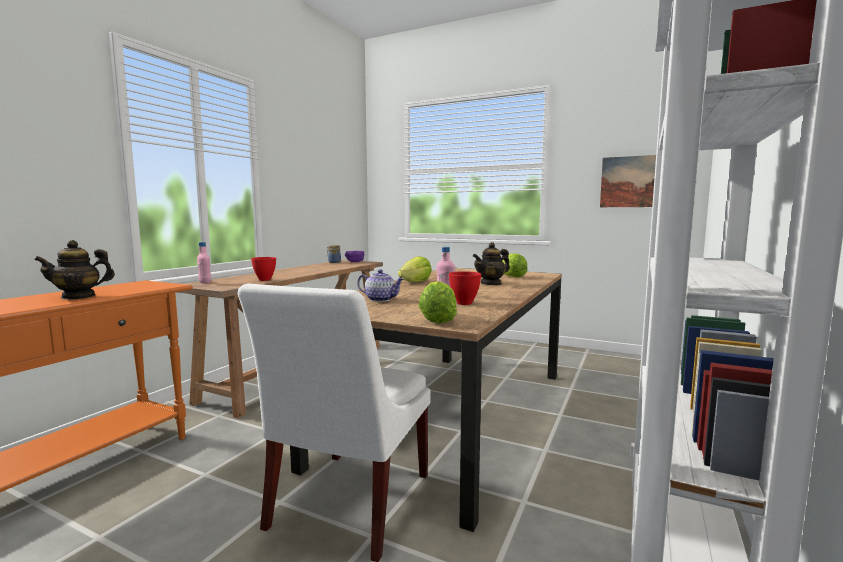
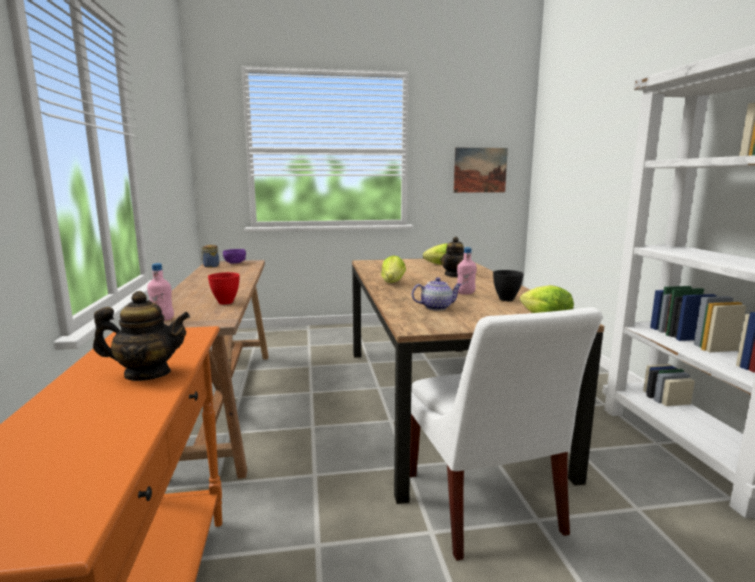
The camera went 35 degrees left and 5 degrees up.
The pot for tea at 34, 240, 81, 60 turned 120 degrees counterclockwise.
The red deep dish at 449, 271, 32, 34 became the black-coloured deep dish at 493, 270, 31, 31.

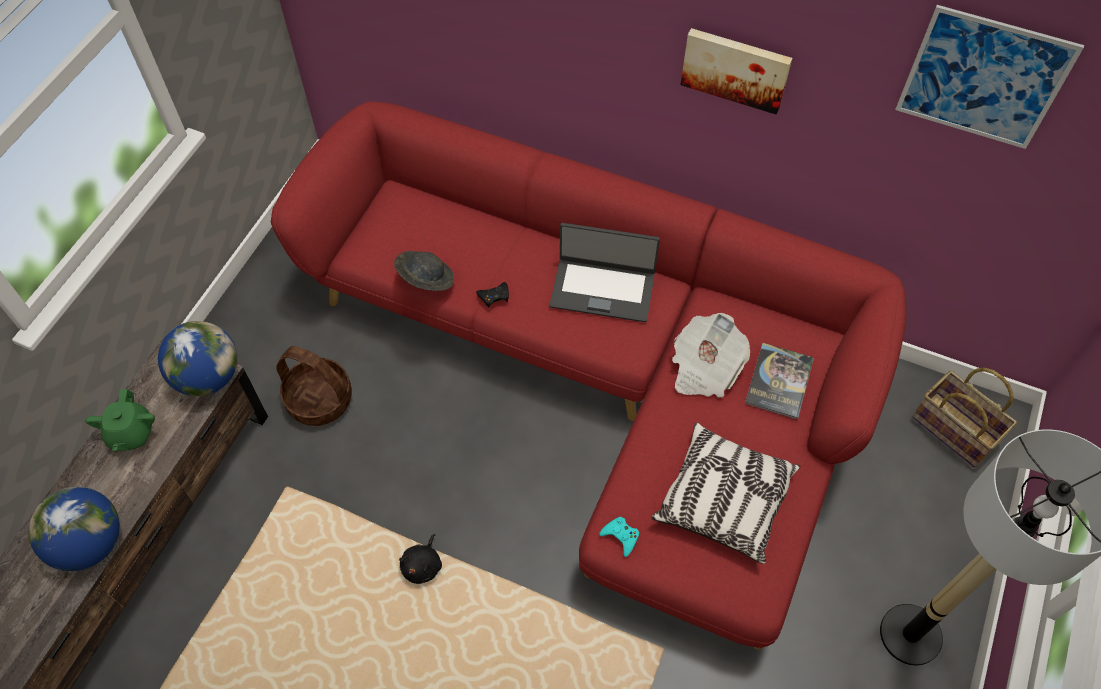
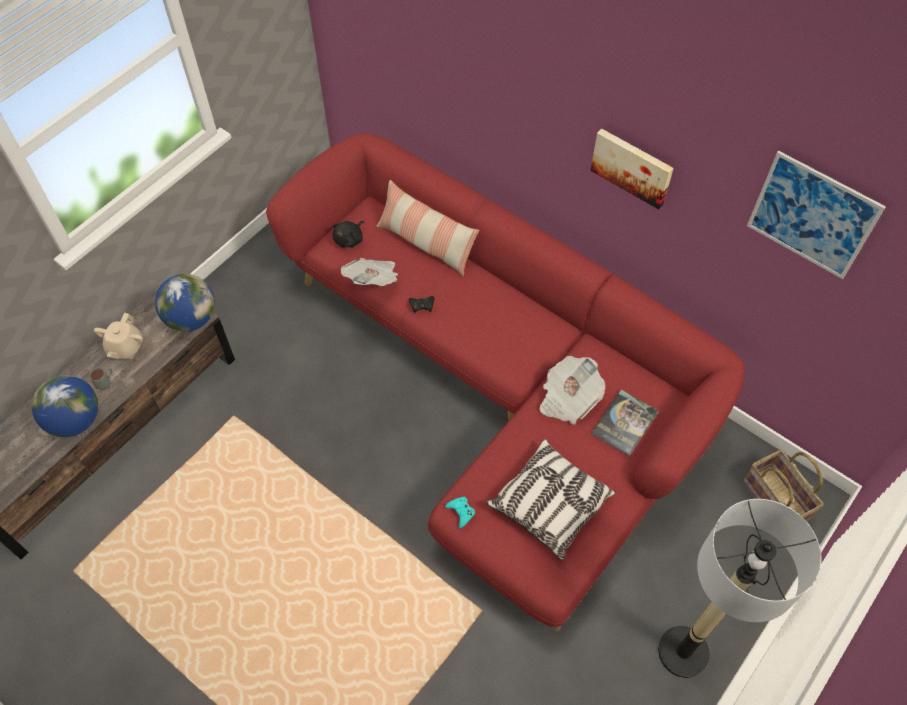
The camera went 15 degrees right and 0 degrees up.
The portable computer at 549, 223, 111, 99 disappeared.
The grey wearable hat at 394, 251, 60, 40 was replaced by the printed paper at 341, 258, 57, 28.
The household basket at 276, 346, 76, 80 disappeared.
The greenish pot for tea at 85, 389, 70, 62 became the sand-coloured pot for tea at 94, 313, 49, 46.
The black-coloured cuddly toy moved from 399, 534, 43, 50 to 333, 221, 31, 27.
The throw pillow at 377, 180, 102, 96 appeared.
The grey tea mug at 89, 368, 23, 22 appeared.

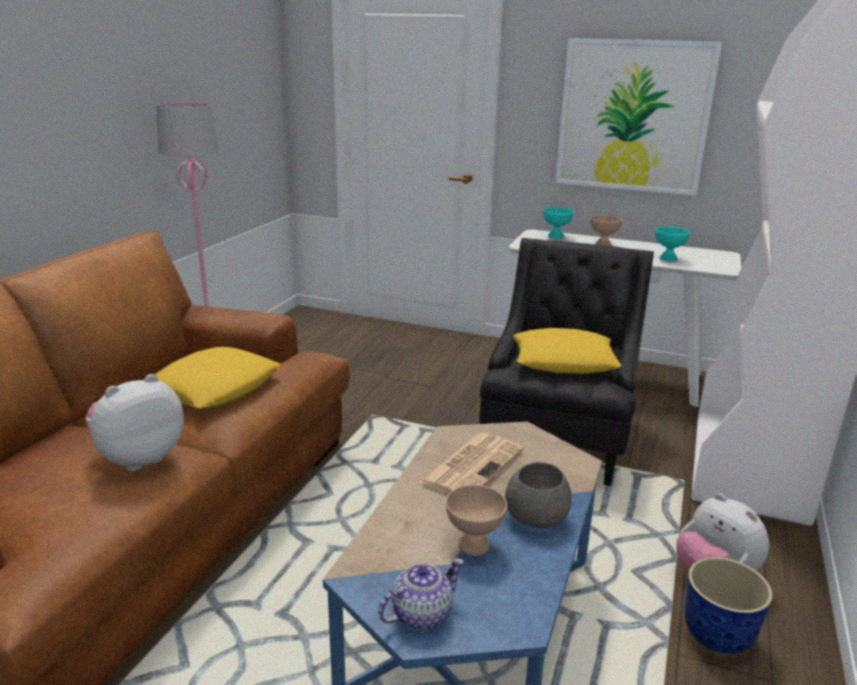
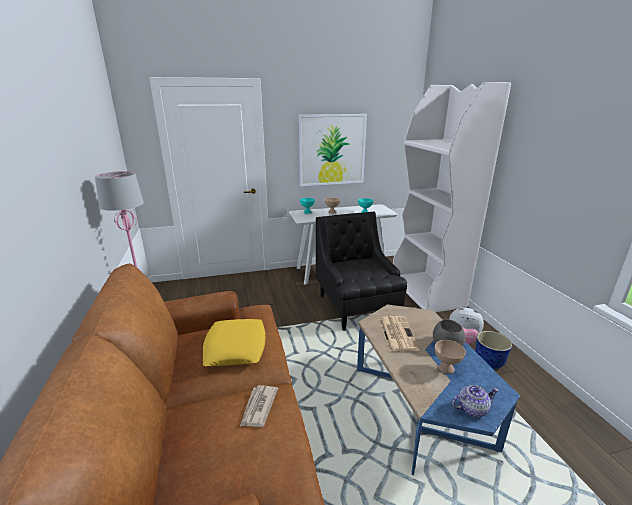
The camera went 35 degrees left and 0 degrees up.
The yellow-coloured throw pillow at 513, 328, 108, 46 disappeared.
The cuddly toy at 86, 374, 98, 97 was replaced by the printed paper at 240, 385, 38, 42.
The pot for tea at 378, 559, 86, 70 turned 60 degrees clockwise.

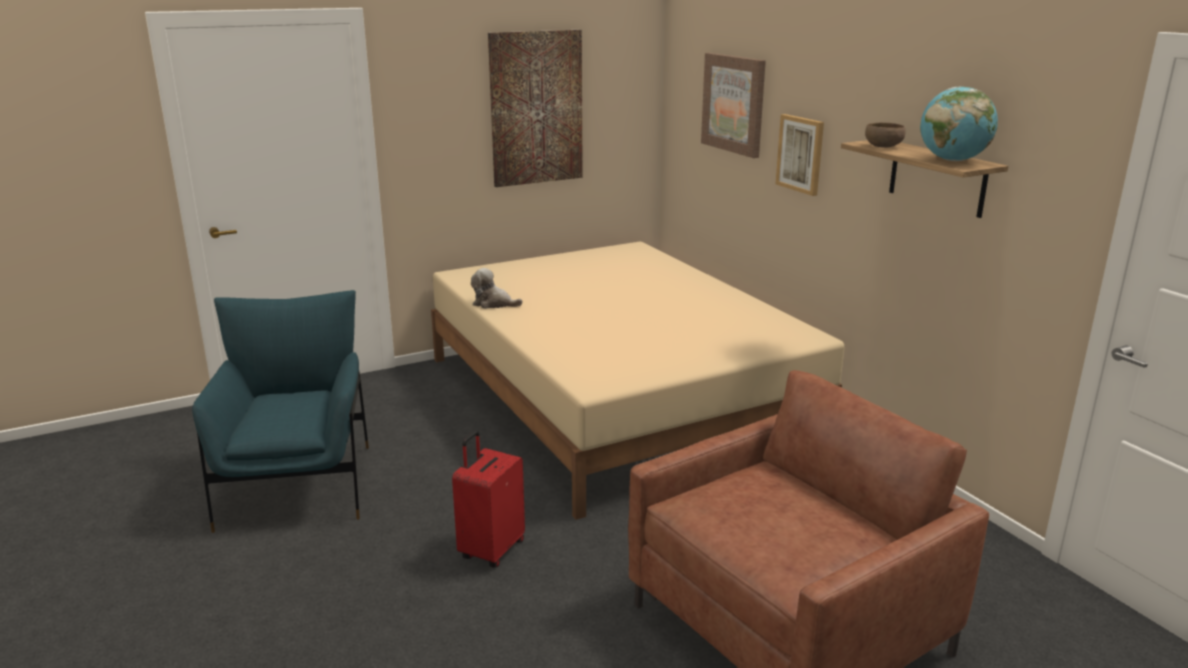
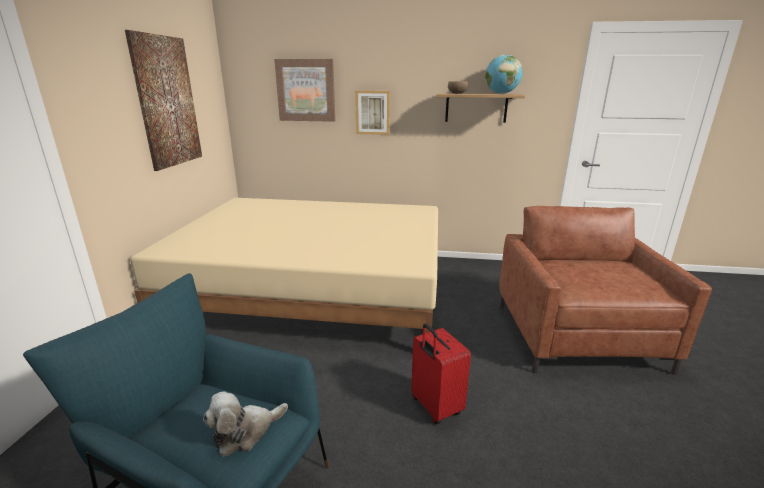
The camera went 55 degrees left and 0 degrees up.
The cuddly toy moved from 471, 268, 52, 41 to 203, 391, 85, 66.

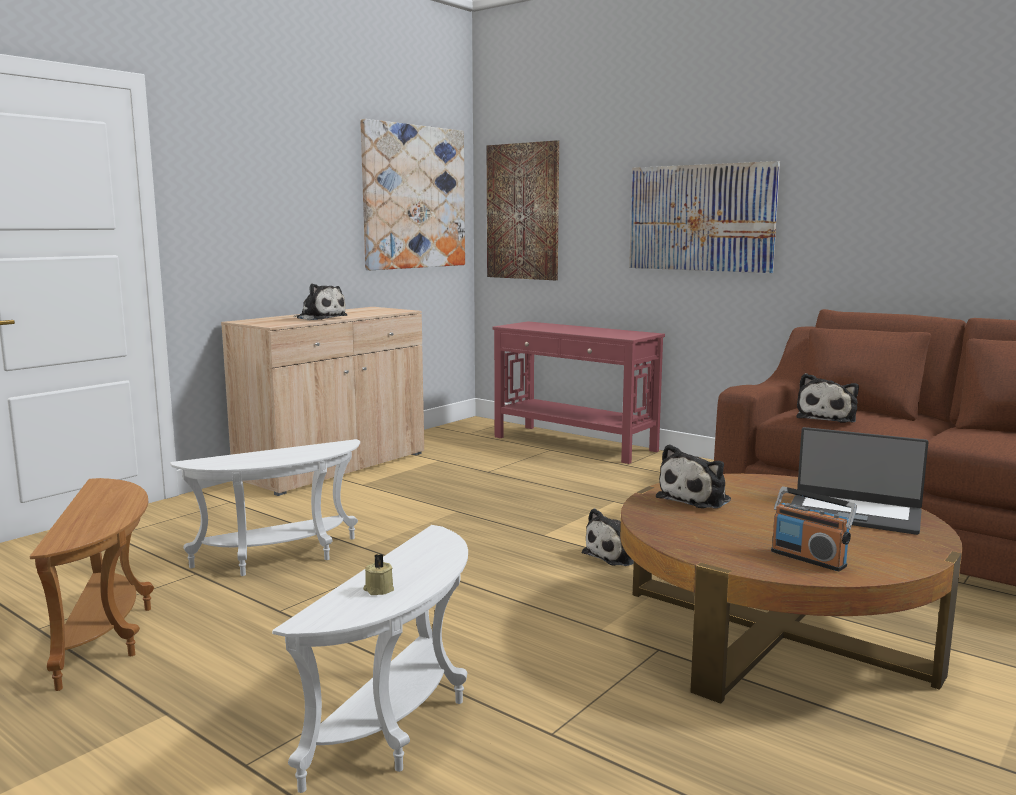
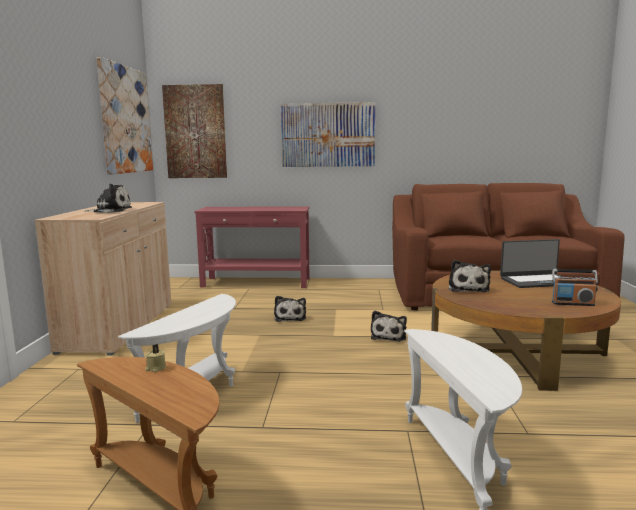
The camera went 35 degrees left and 0 degrees up.
The cuddly toy moved from 797, 373, 62, 50 to 274, 296, 32, 26.
The sand-coloured wax candle moved from 363, 554, 31, 41 to 145, 344, 22, 28.

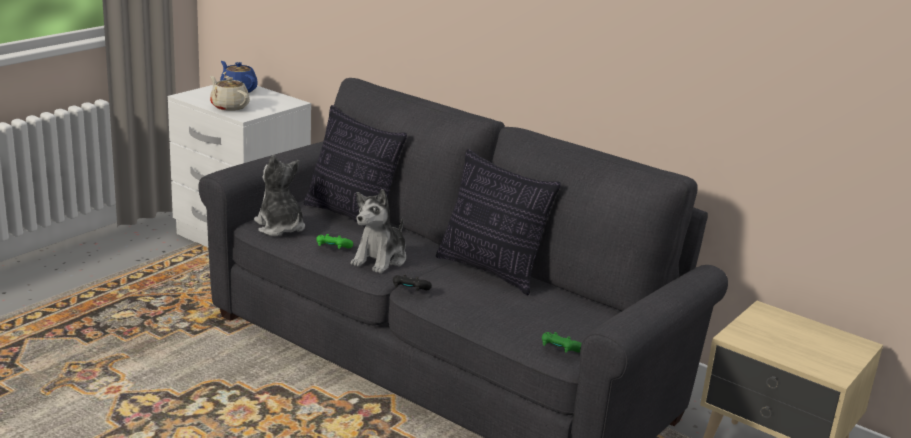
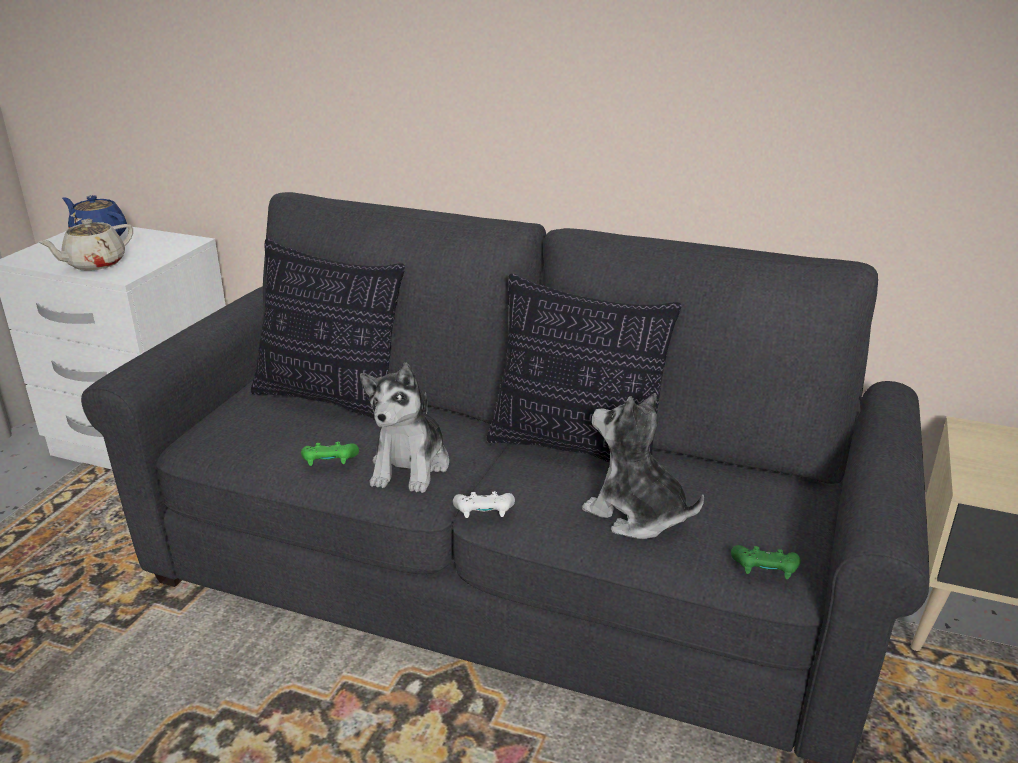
The camera went 15 degrees left and 5 degrees up.
The sand-coloured pot for tea at 210, 76, 40, 35 turned 75 degrees counterclockwise.
The cuddly toy moved from 254, 155, 51, 81 to 582, 393, 122, 146.
The black-coloured gamepad at 393, 274, 39, 17 became the white-coloured gamepad at 453, 491, 62, 27.

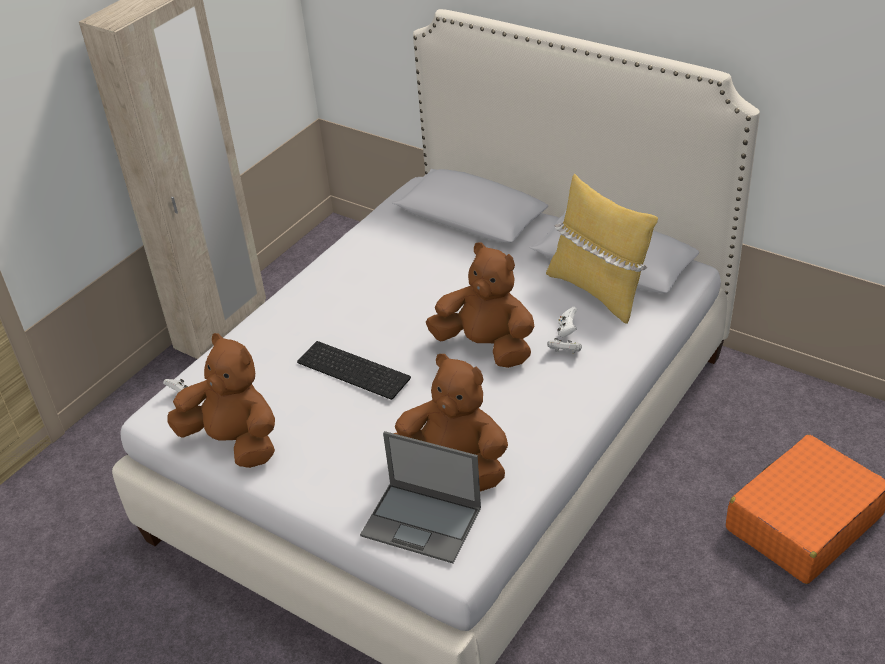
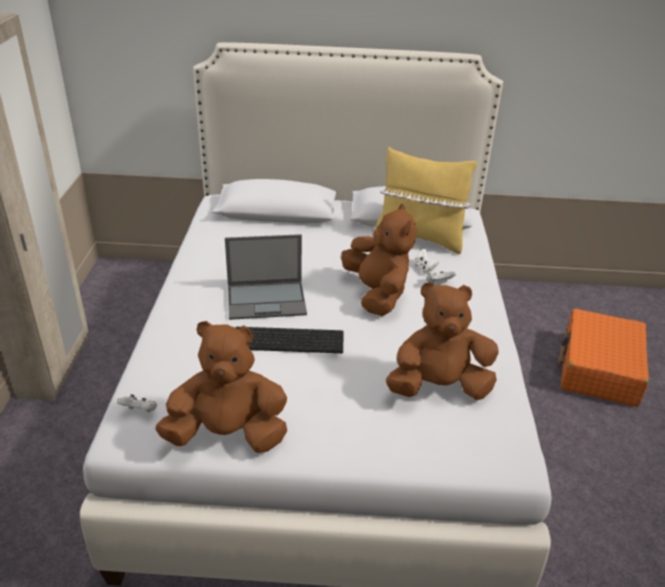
The camera went 35 degrees left and 5 degrees down.
The brownish cuddly toy at 426, 242, 109, 126 turned 75 degrees clockwise.
The portable computer moved from 360, 431, 121, 132 to 225, 234, 82, 86.

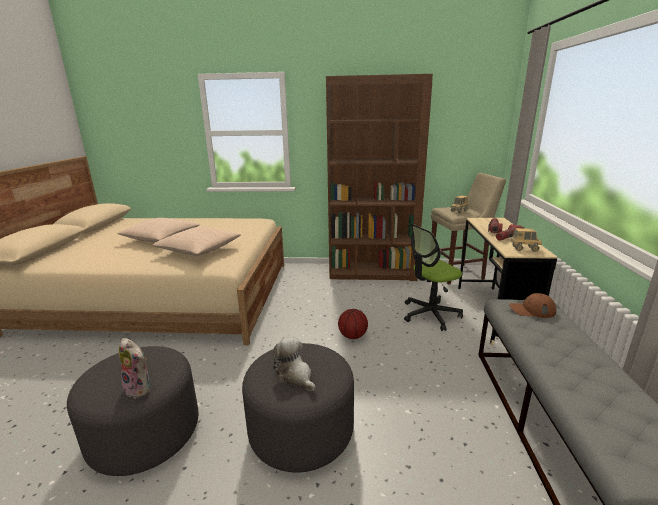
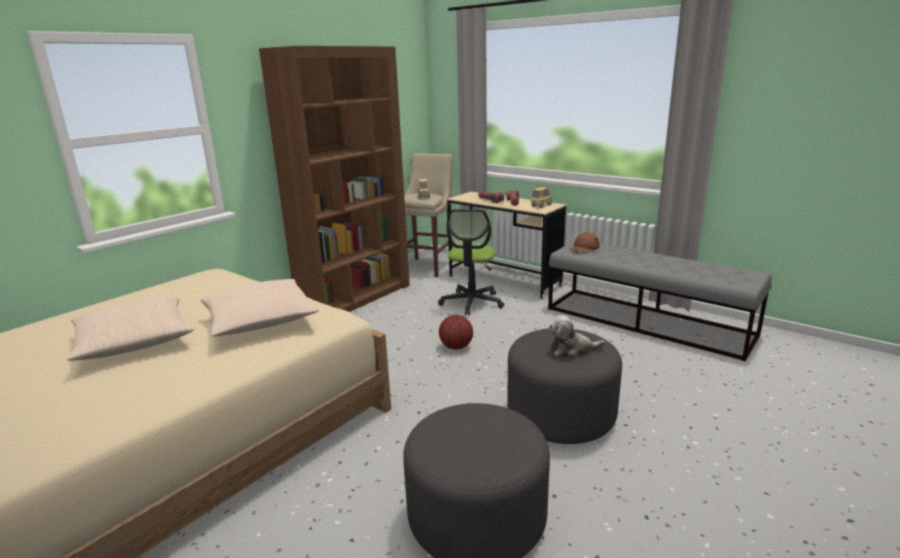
The camera went 55 degrees left and 0 degrees up.
The cuddly toy at 119, 338, 31, 61 disappeared.

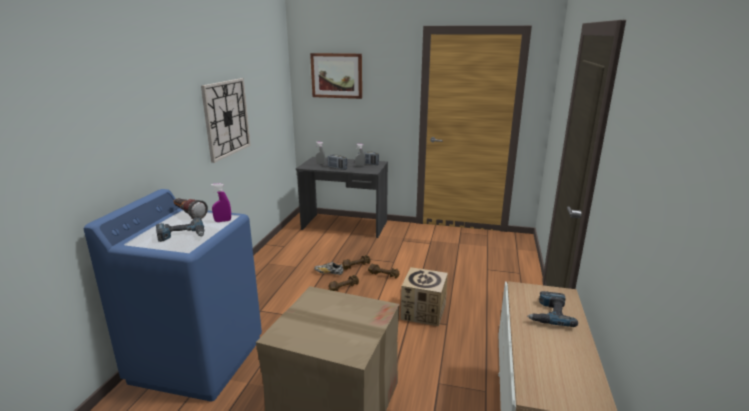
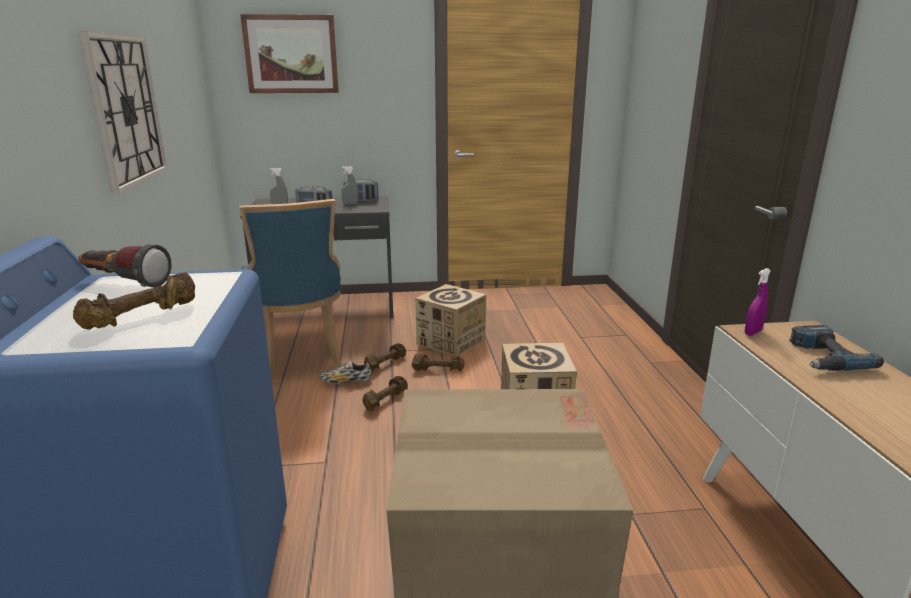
The camera went 20 degrees left and 0 degrees up.
The purple-coloured hand sprayer moved from 211, 183, 20, 39 to 745, 268, 26, 68.
The drill at 156, 218, 48, 24 was replaced by the brownish hand weight at 73, 272, 122, 58.
The blue upright chair at 239, 199, 103, 178 appeared.
The cardboard box at 415, 284, 71, 73 appeared.

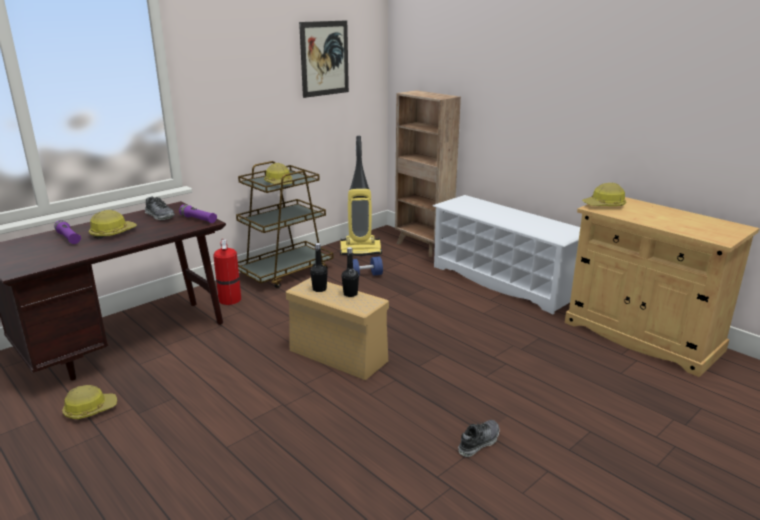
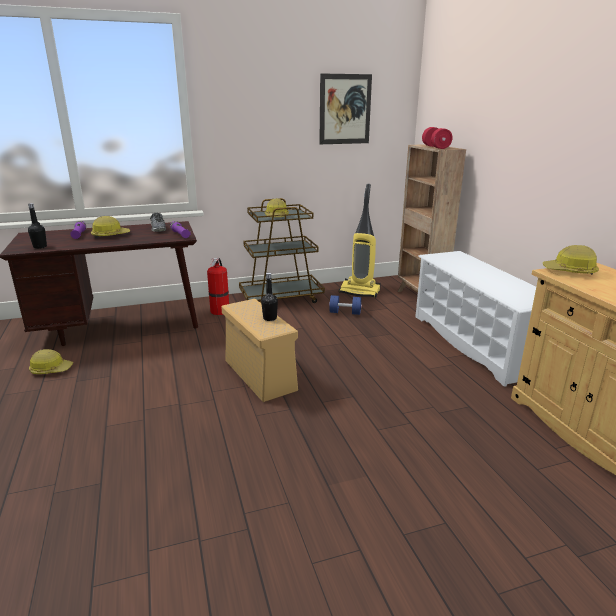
The camera went 25 degrees right and 0 degrees up.
The black-coloured drink bottle moved from 310, 243, 18, 49 to 28, 203, 19, 46.
The low shoe at 458, 420, 42, 37 disappeared.
The red hand weight at 422, 127, 30, 22 appeared.

